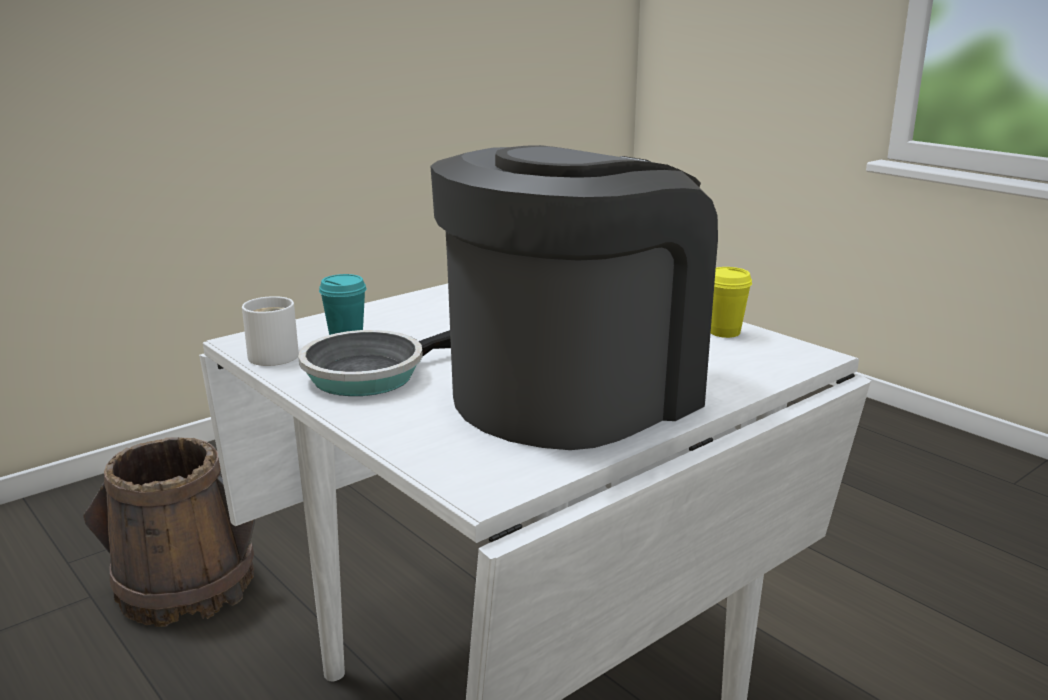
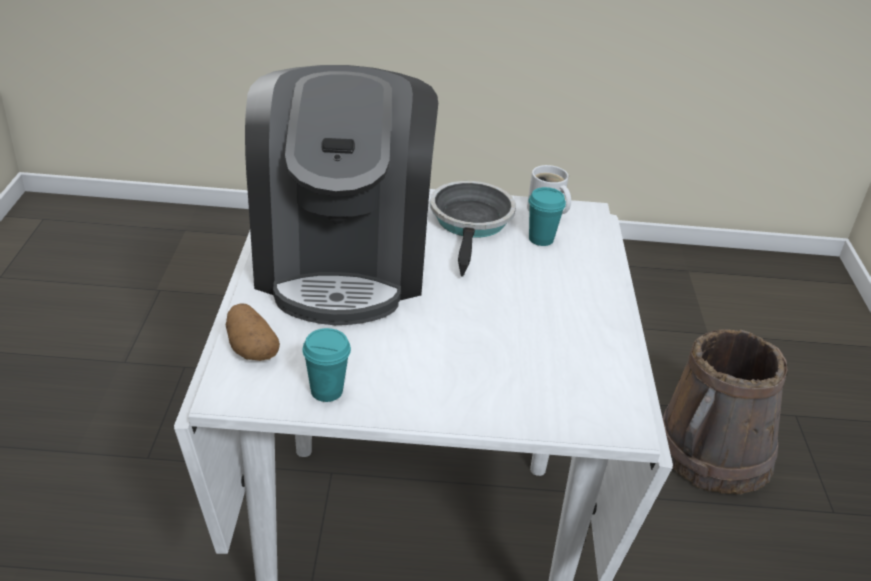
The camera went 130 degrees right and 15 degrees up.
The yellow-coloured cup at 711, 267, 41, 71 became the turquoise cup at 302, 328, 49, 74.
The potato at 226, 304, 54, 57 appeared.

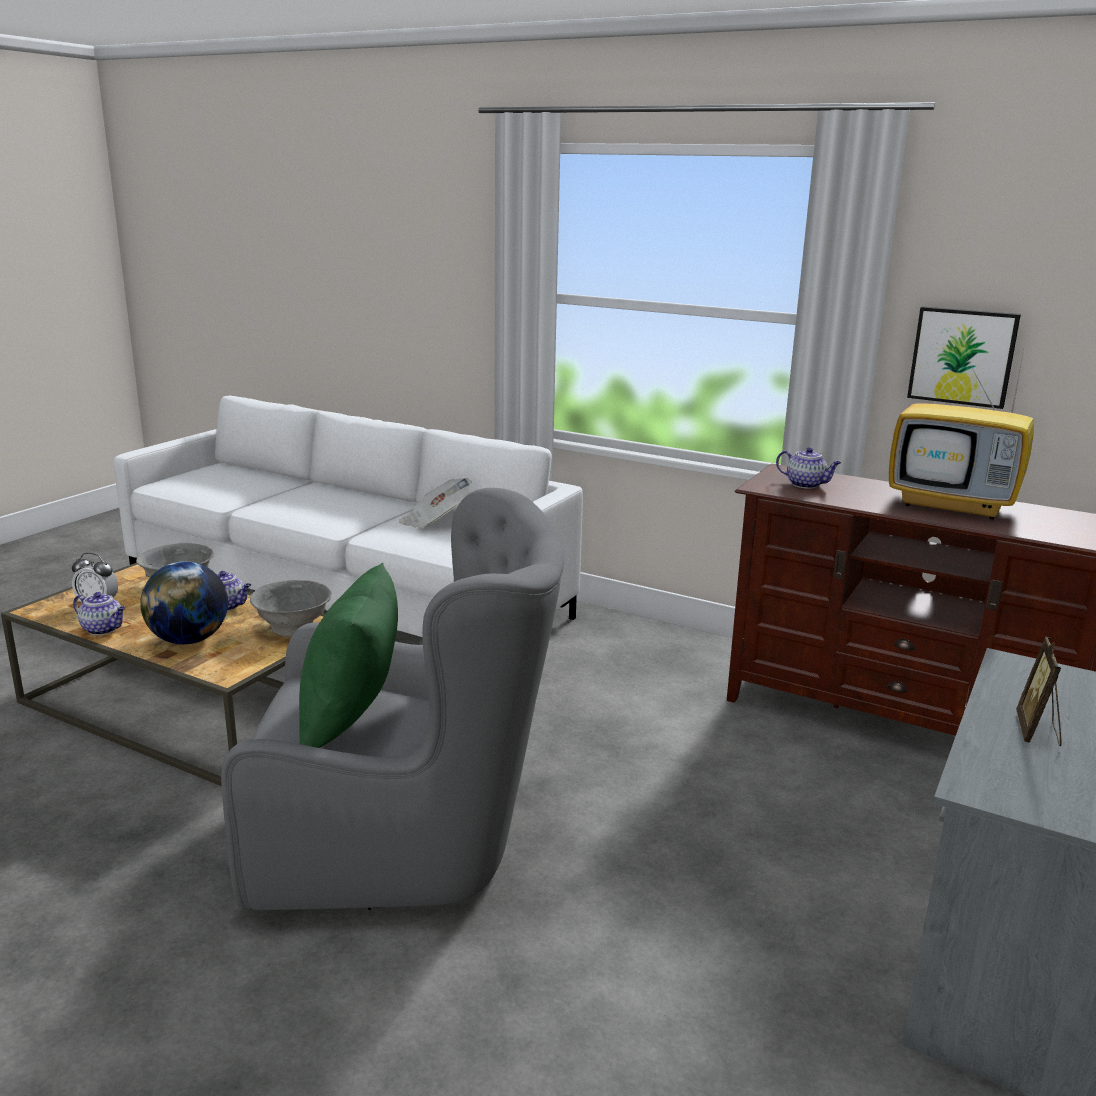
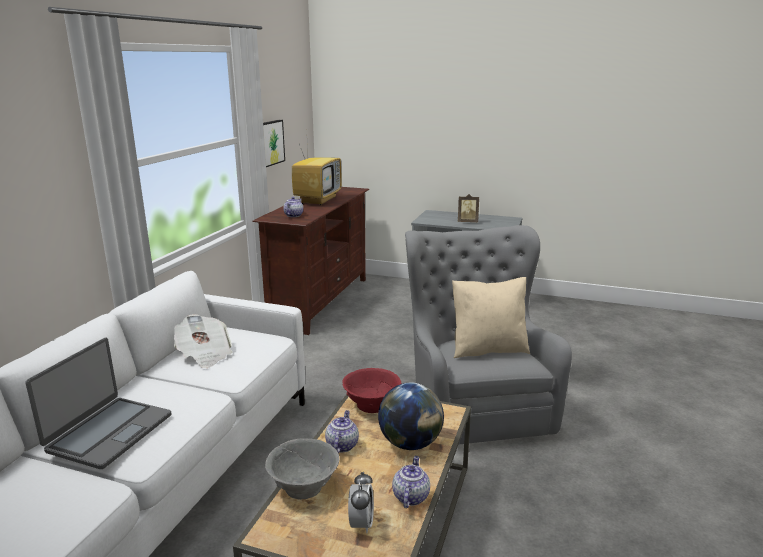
The camera went 100 degrees left and 0 degrees up.
The greenish throw pillow at 299, 563, 99, 185 became the sand-coloured throw pillow at 452, 277, 78, 81.
The grey deep dish at 250, 580, 82, 57 became the red deep dish at 342, 368, 60, 45.
The portable computer at 26, 338, 145, 131 appeared.

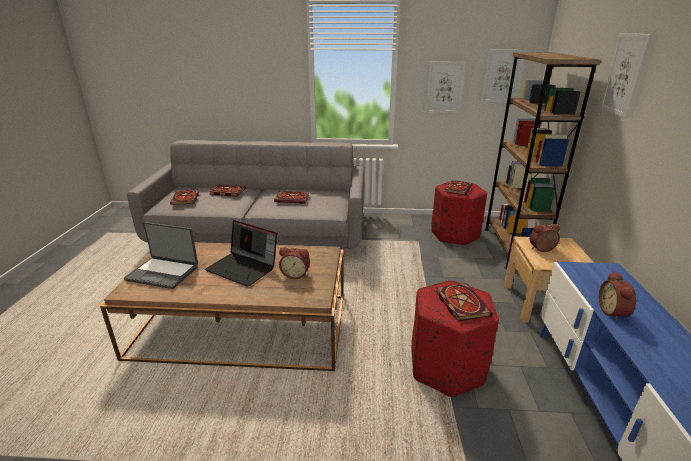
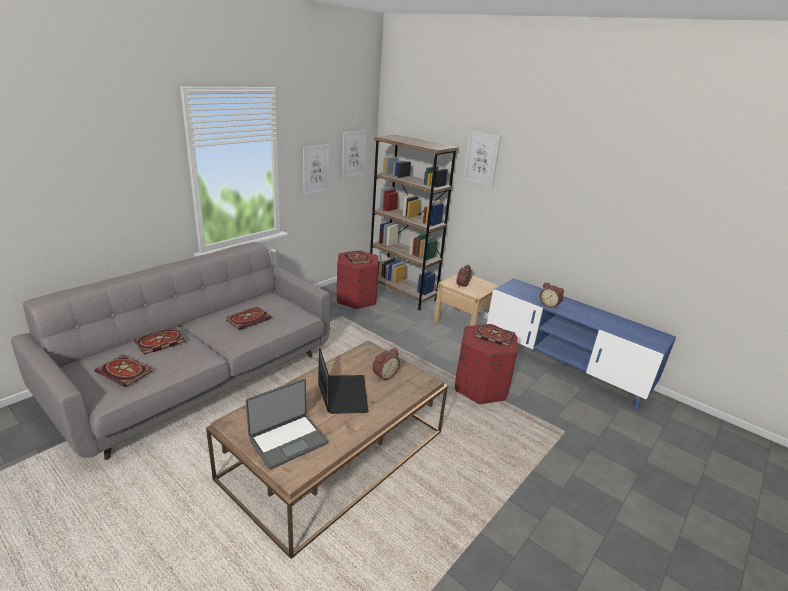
The camera went 55 degrees left and 0 degrees up.
The portable computer at 205, 220, 72, 67 turned 75 degrees counterclockwise.

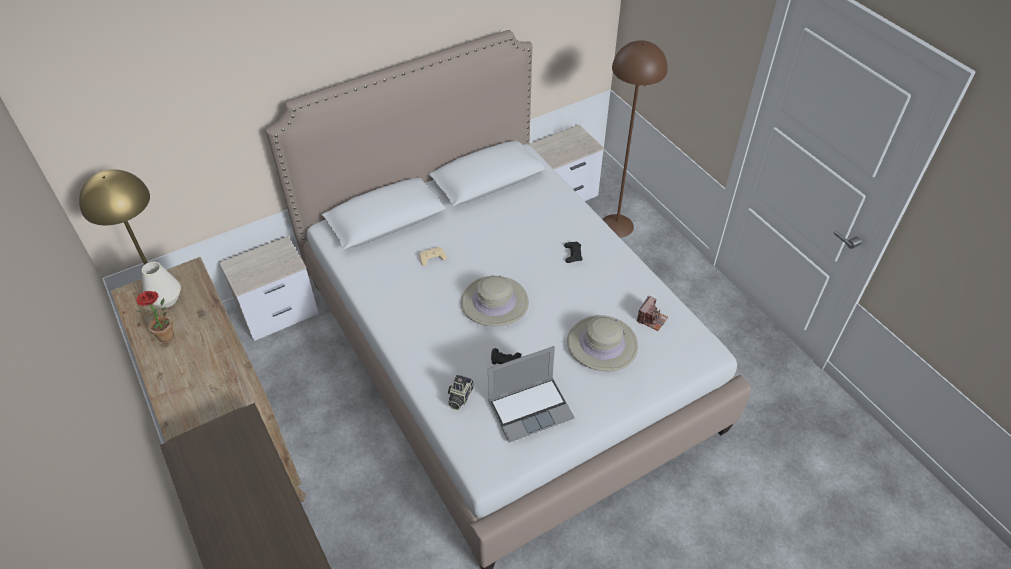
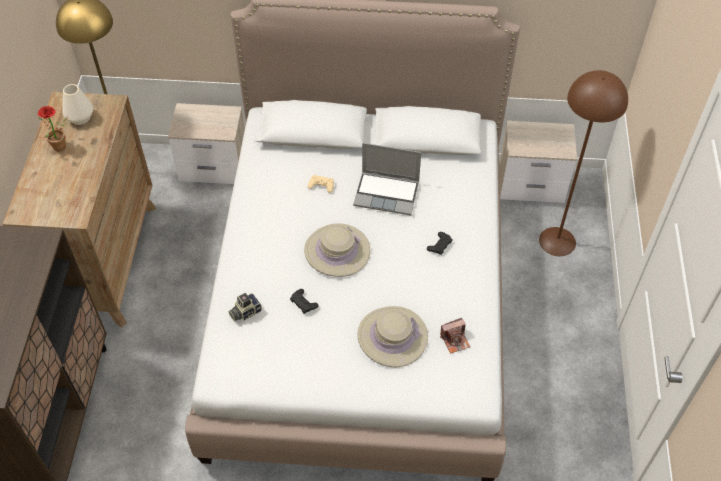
The camera went 35 degrees right and 5 degrees up.
The portable computer moved from 488, 346, 86, 97 to 353, 143, 68, 73.

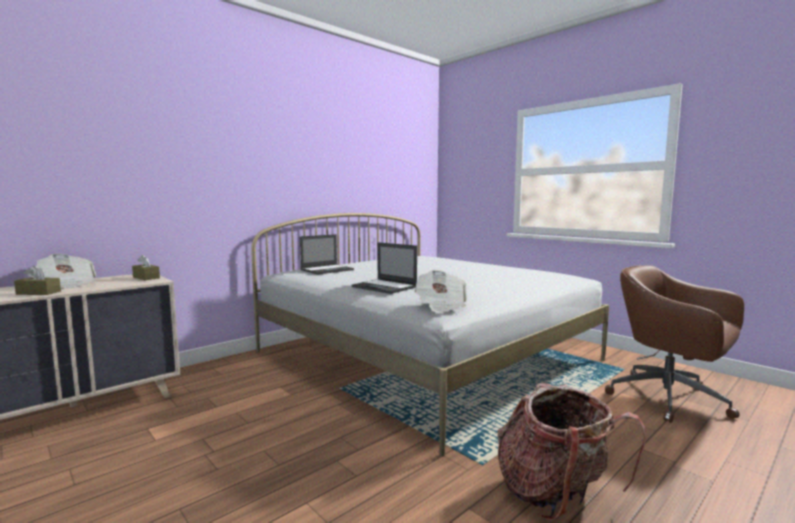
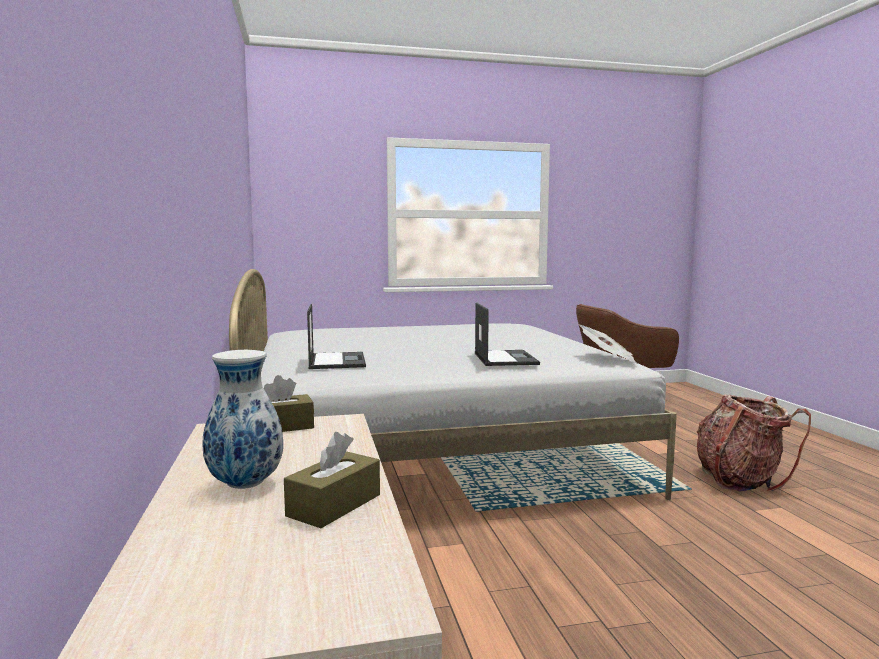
The camera went 60 degrees left and 0 degrees up.
The portable computer at 352, 242, 65, 52 turned 75 degrees counterclockwise.
The printed paper at 36, 254, 60, 35 was replaced by the decorative vase at 203, 350, 80, 139.

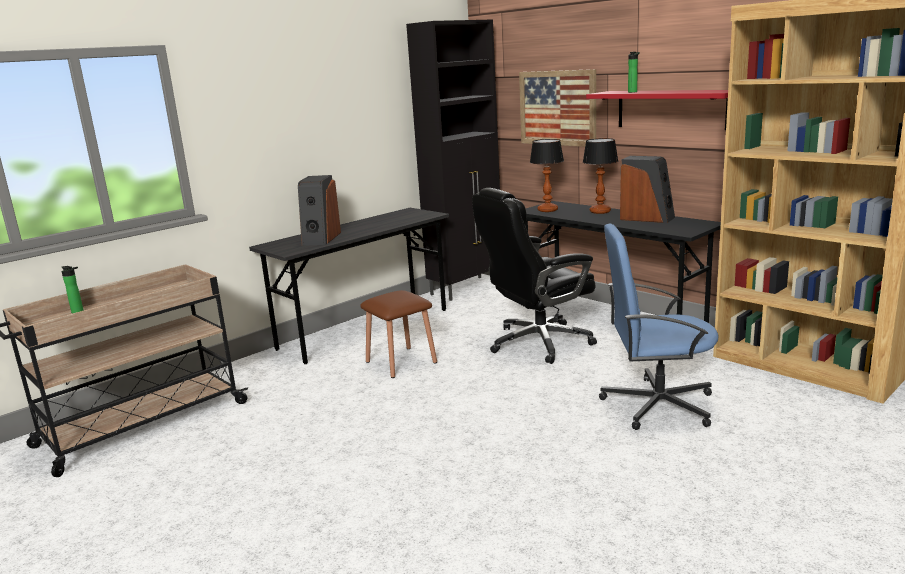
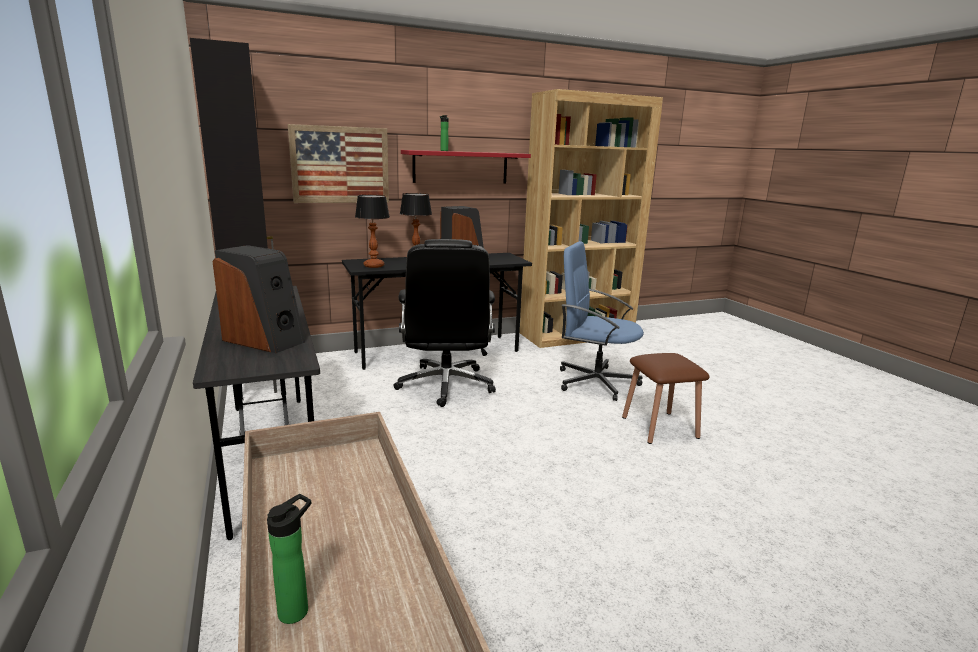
The camera went 70 degrees left and 0 degrees up.
The blue computer chair at 599, 224, 120, 206 turned 90 degrees clockwise.
The brownish sitting stool moved from 360, 290, 77, 88 to 622, 353, 87, 91.

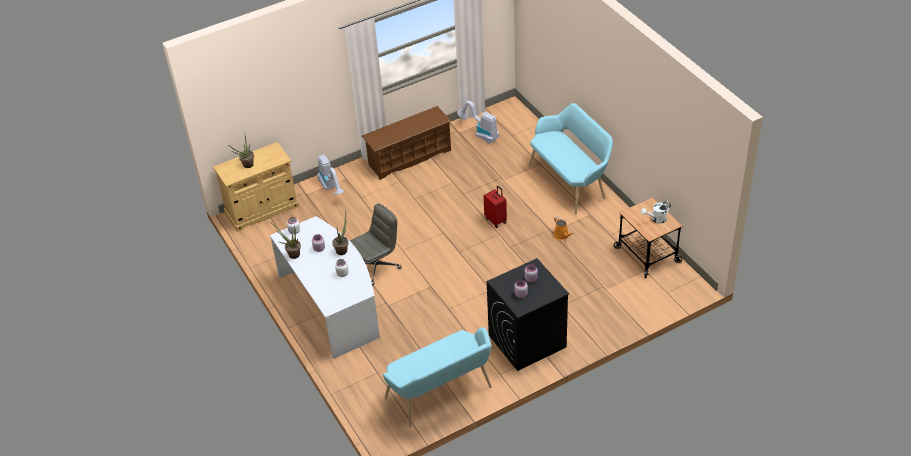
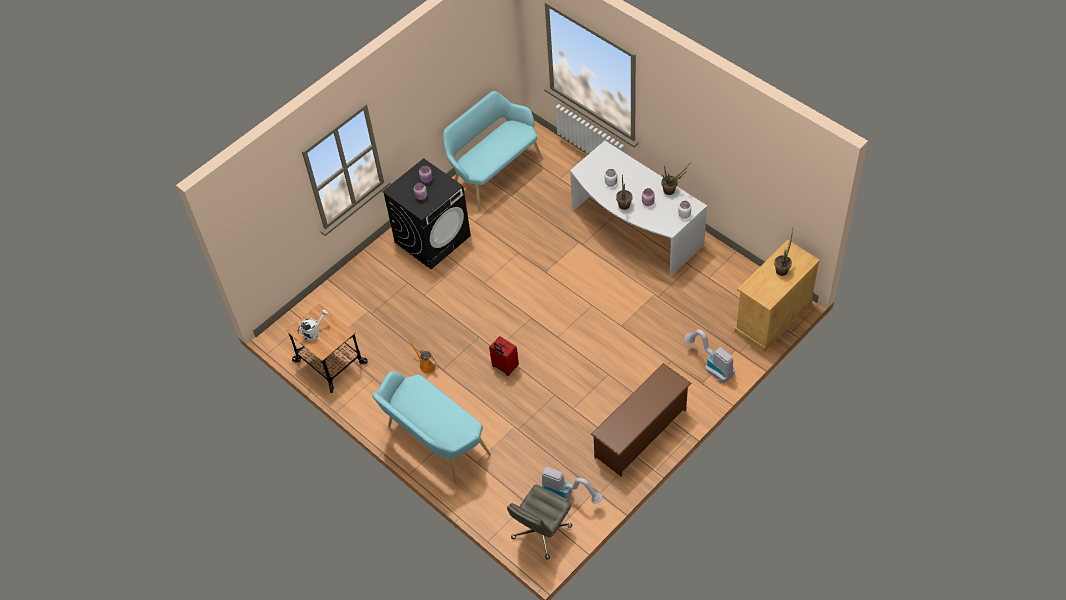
The camera went 165 degrees right and 10 degrees up.
The grey computer chair moved from 350, 204, 52, 81 to 507, 485, 65, 75.

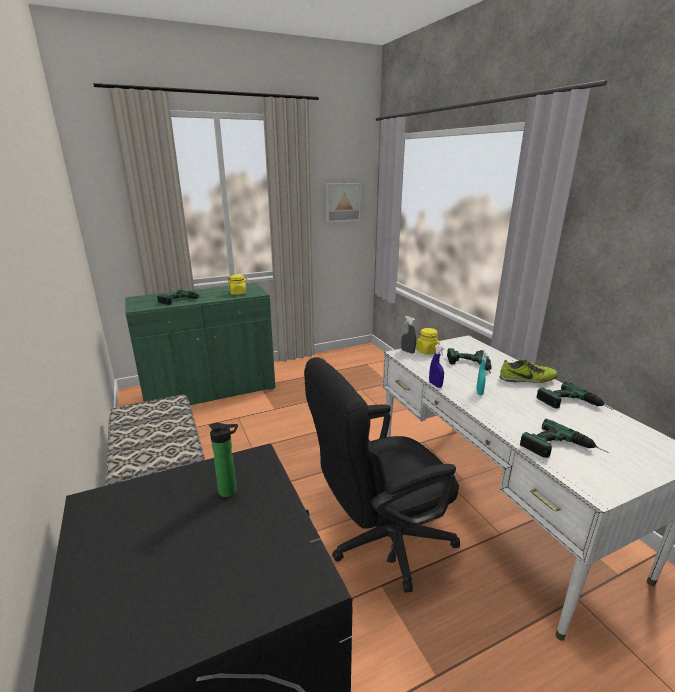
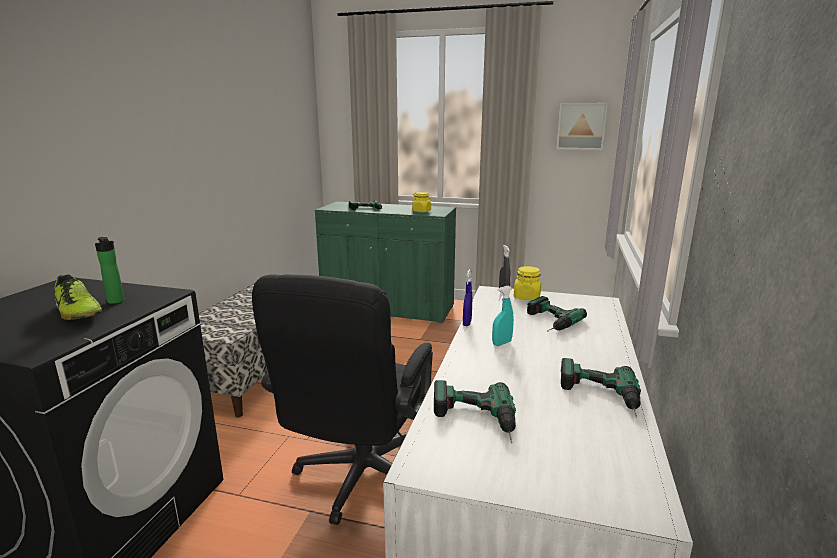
The camera went 40 degrees right and 5 degrees down.
The black-coloured computer chair at 304, 357, 156, 236 turned 90 degrees counterclockwise.
The low shoe moved from 500, 360, 58, 23 to 55, 274, 47, 46.

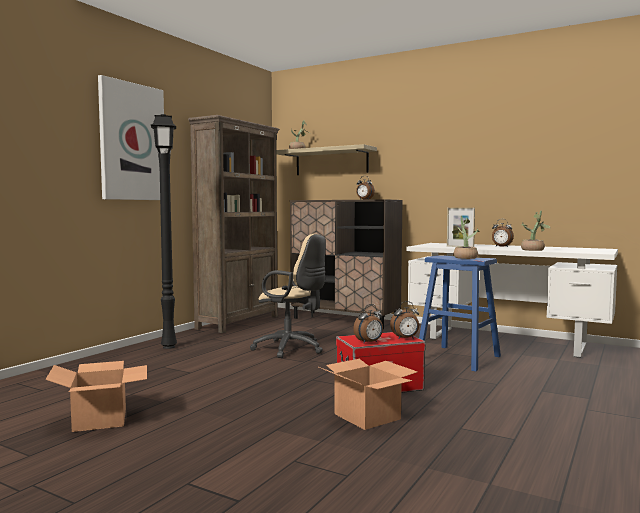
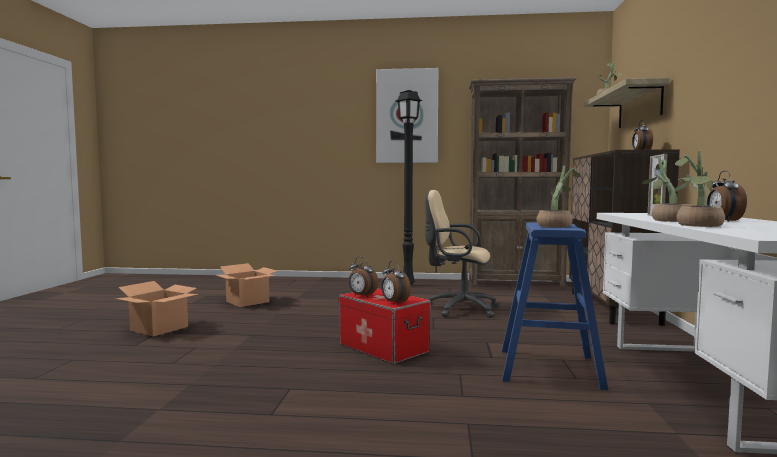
The camera went 65 degrees right and 0 degrees up.
The sand-coloured computer chair at 250, 234, 76, 124 turned 105 degrees clockwise.
The cardboard box moved from 319, 359, 98, 71 to 116, 281, 82, 56.
The plant in a pot at 641, 156, 51, 66 appeared.

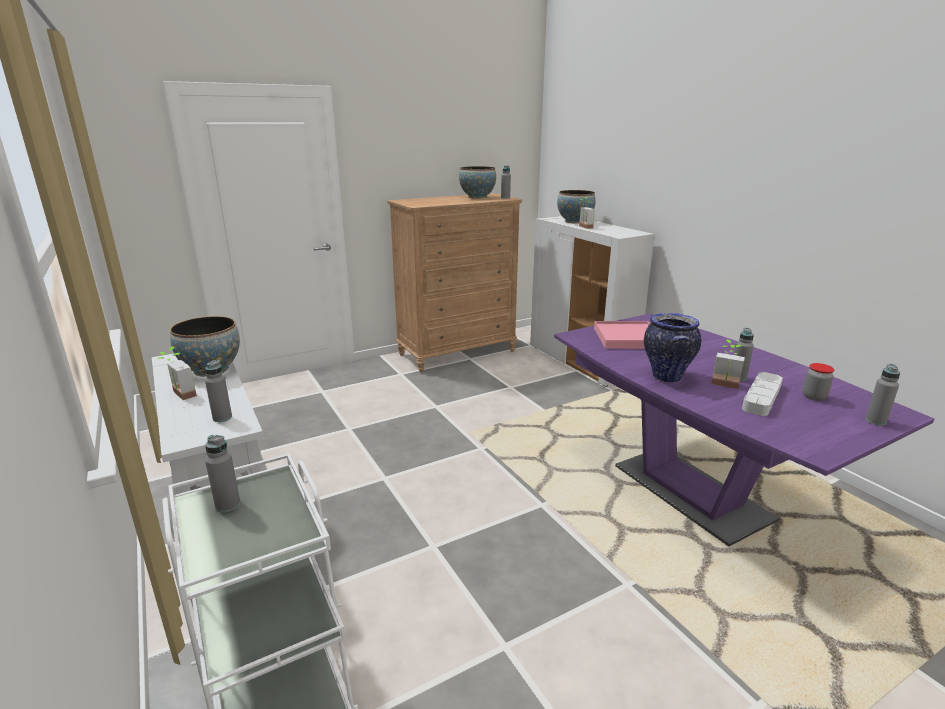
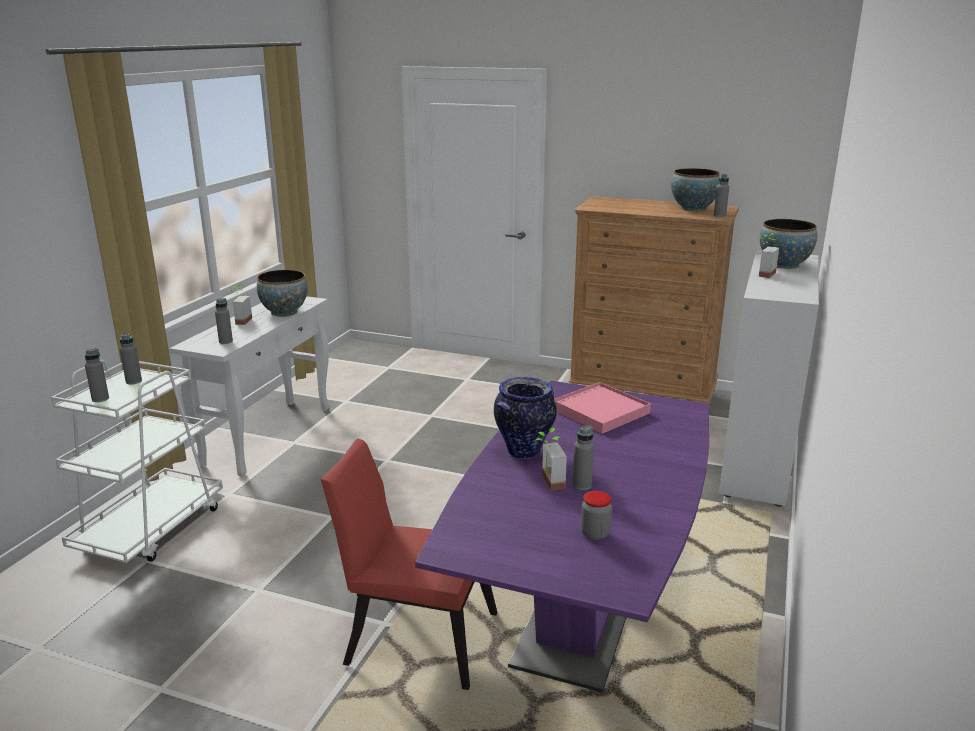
The camera went 50 degrees right and 0 degrees up.
The grey drink bottle moved from 865, 364, 35, 62 to 85, 348, 24, 54.
The grey serving tray at 742, 372, 41, 44 disappeared.
The red upright chair at 321, 439, 177, 251 appeared.

